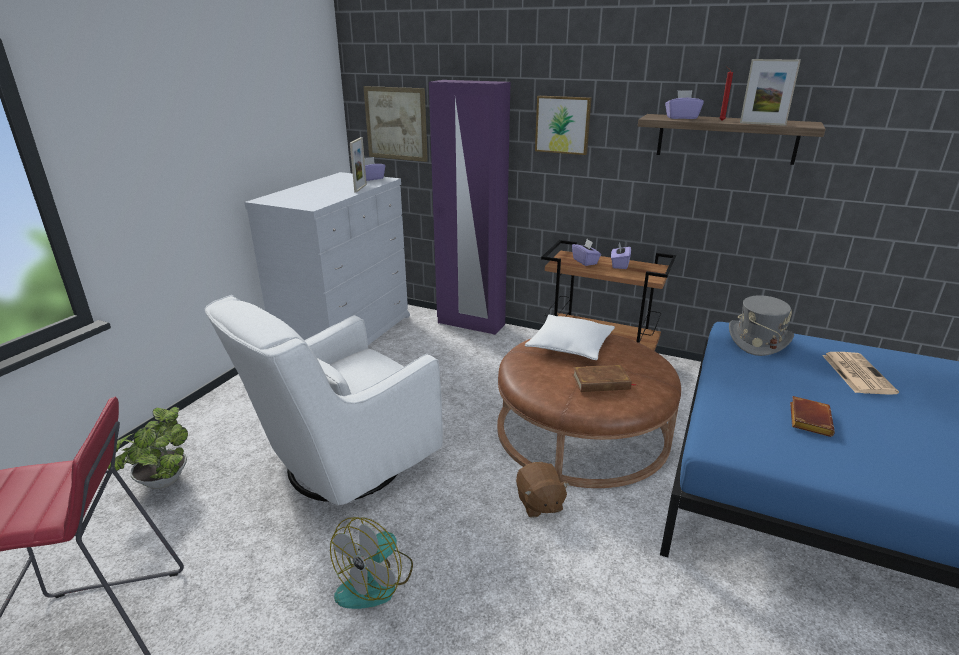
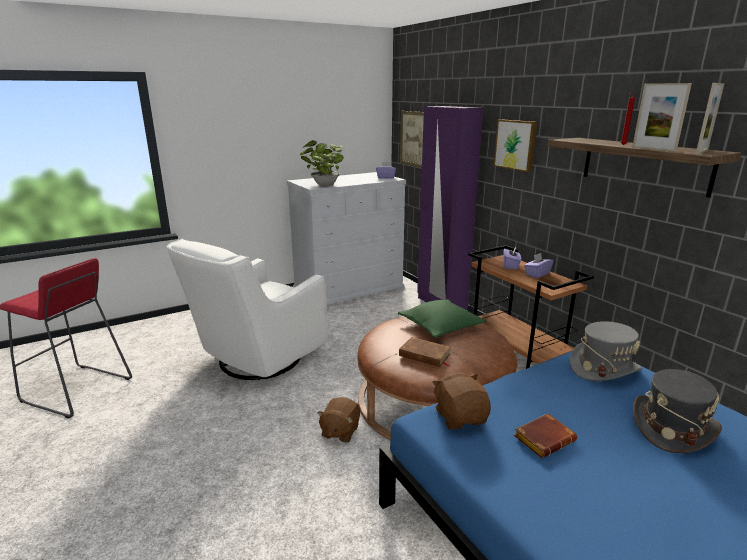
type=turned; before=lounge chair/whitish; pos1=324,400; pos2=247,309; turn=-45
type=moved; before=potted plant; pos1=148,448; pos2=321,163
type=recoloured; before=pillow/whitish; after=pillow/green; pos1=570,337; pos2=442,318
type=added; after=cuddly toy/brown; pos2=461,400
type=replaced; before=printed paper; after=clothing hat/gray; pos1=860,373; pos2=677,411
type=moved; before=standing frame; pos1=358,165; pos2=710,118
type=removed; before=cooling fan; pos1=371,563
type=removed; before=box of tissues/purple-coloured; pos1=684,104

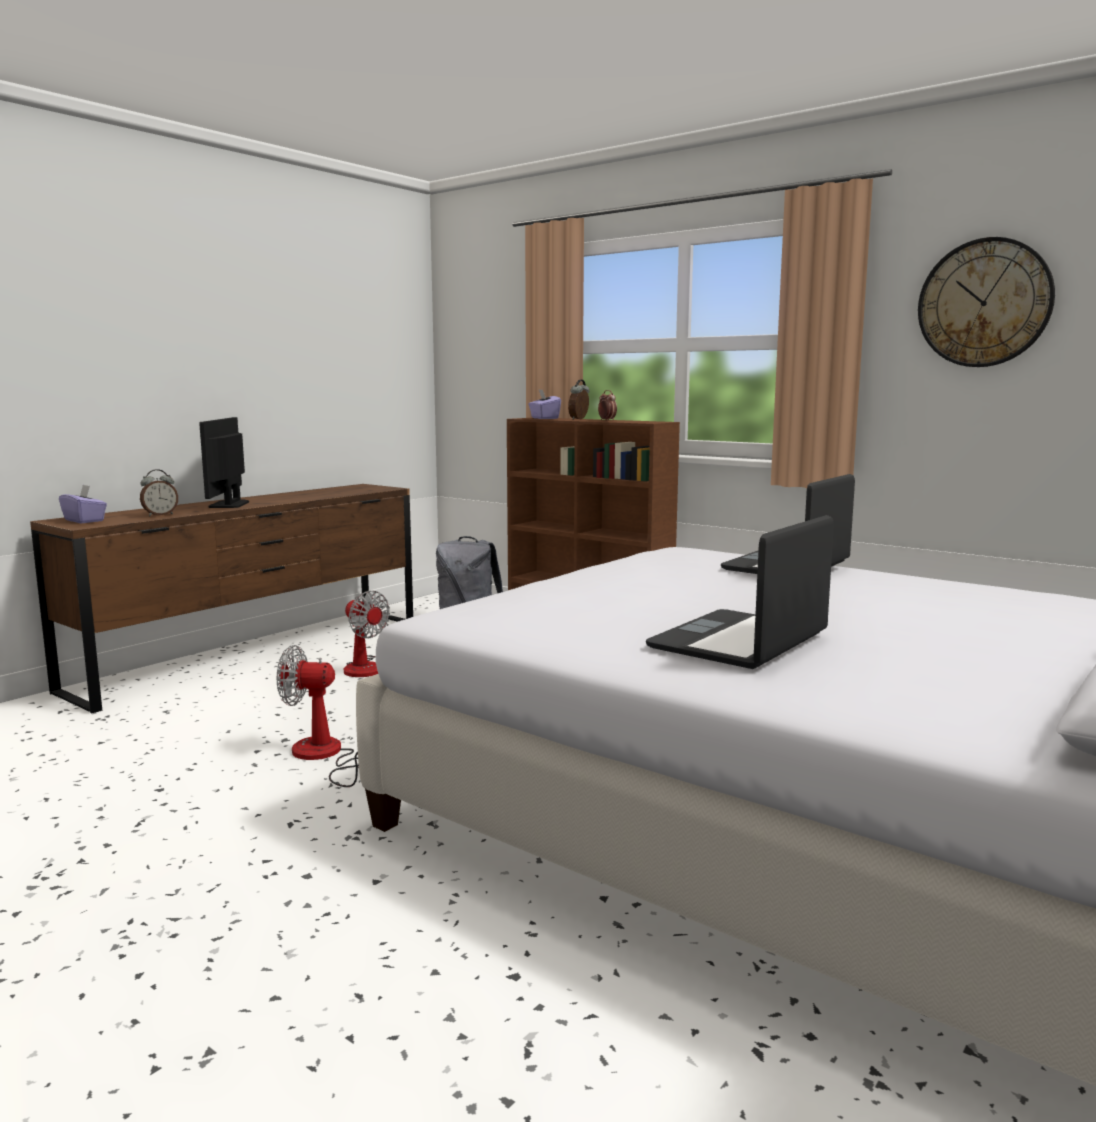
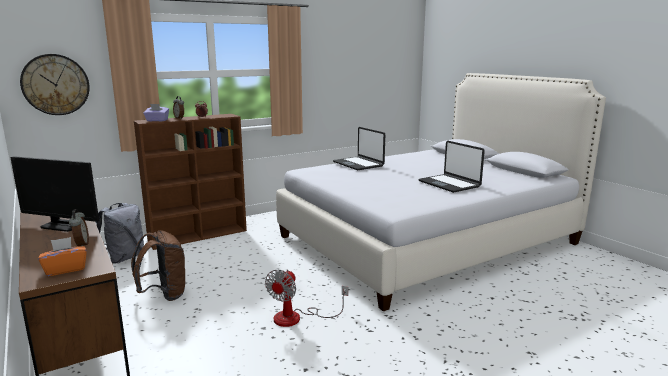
type=moved; before=wall clock; pos1=986,302; pos2=55,84
type=recoloured; before=box of tissues/purple-coloured; after=box of tissues/orange; pos1=83,504; pos2=62,256
type=replaced; before=cooling fan; after=knapsack/brown; pos1=367,634; pos2=159,265

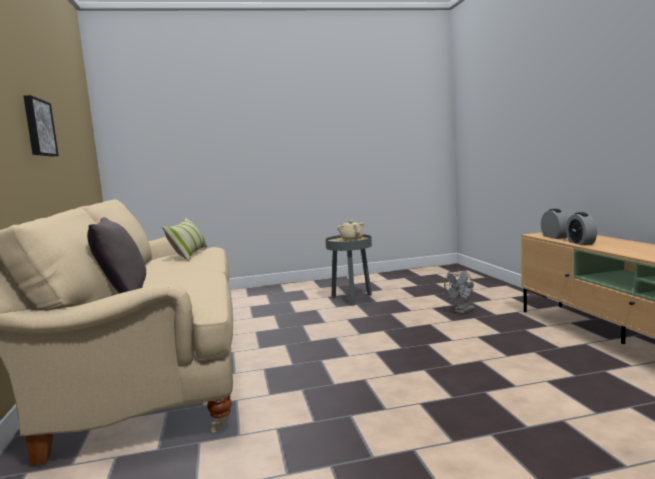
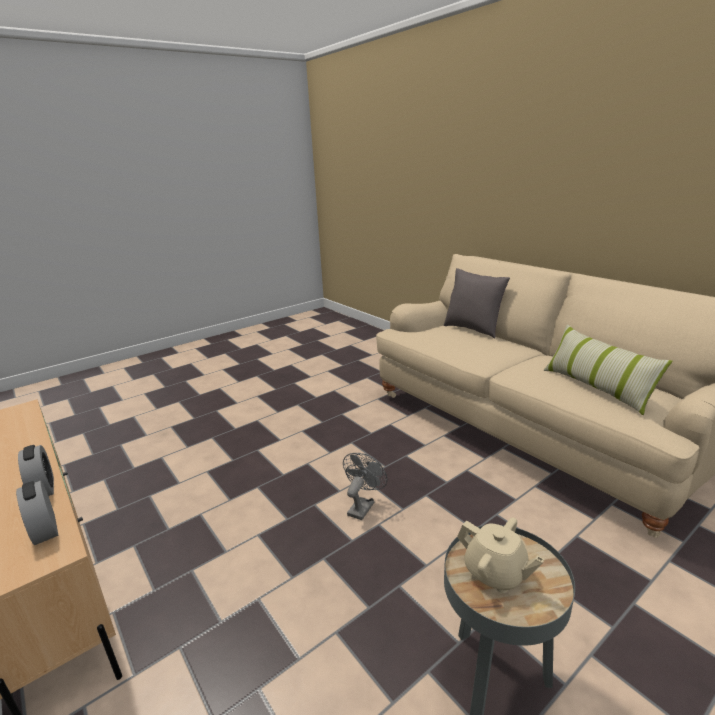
type=moved; before=cooling fan/gray; pos1=459,291; pos2=365,486
type=removed; before=wall art; pos1=41,126

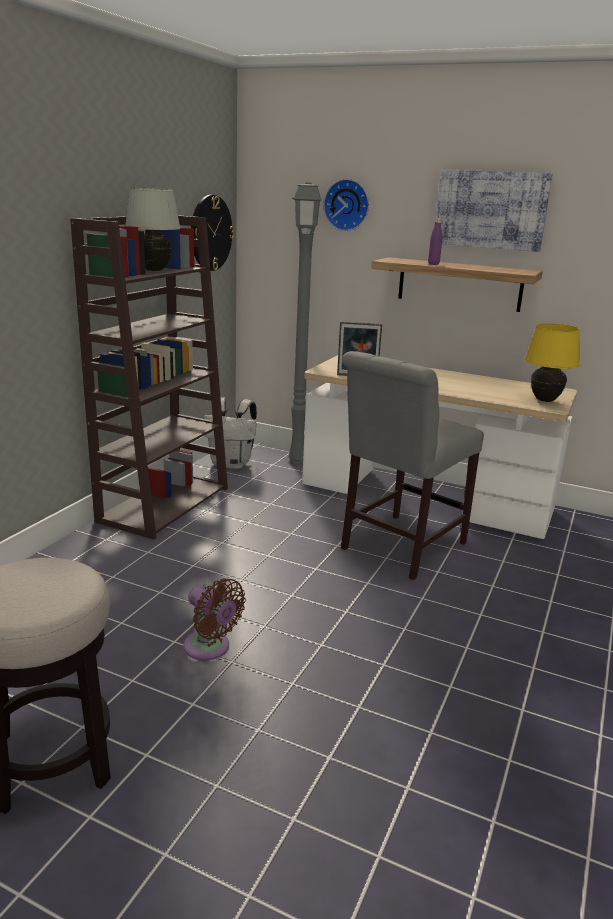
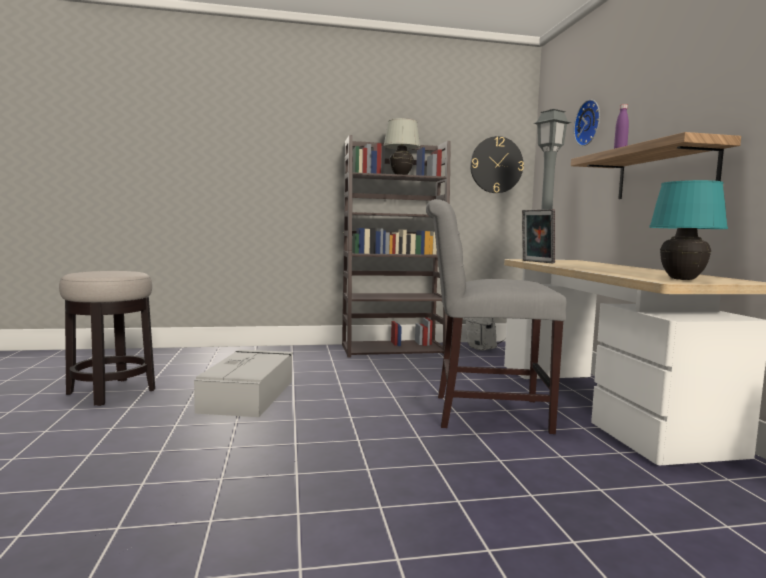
type=replaced; before=cooling fan/brown; after=storage container/gray; pos1=215,619; pos2=243,383
type=recoloured; before=tabletop lamp/yellow; after=tabletop lamp/turquoise; pos1=552,362; pos2=688,230
type=removed; before=wall art; pos1=494,210

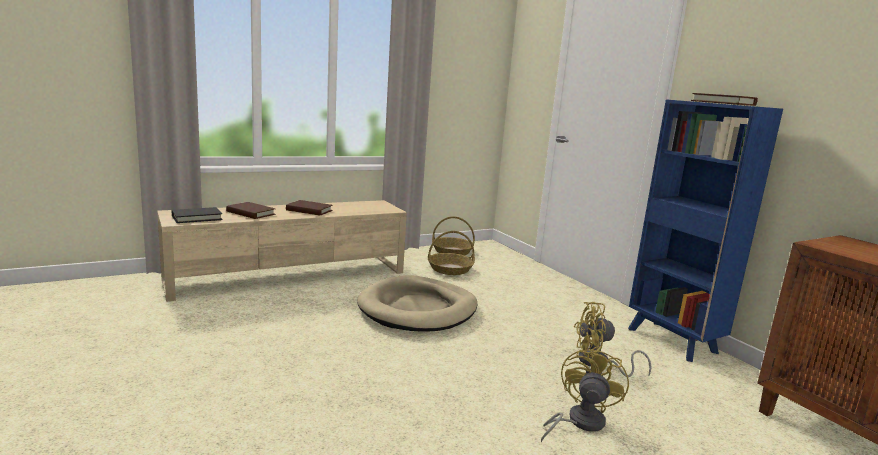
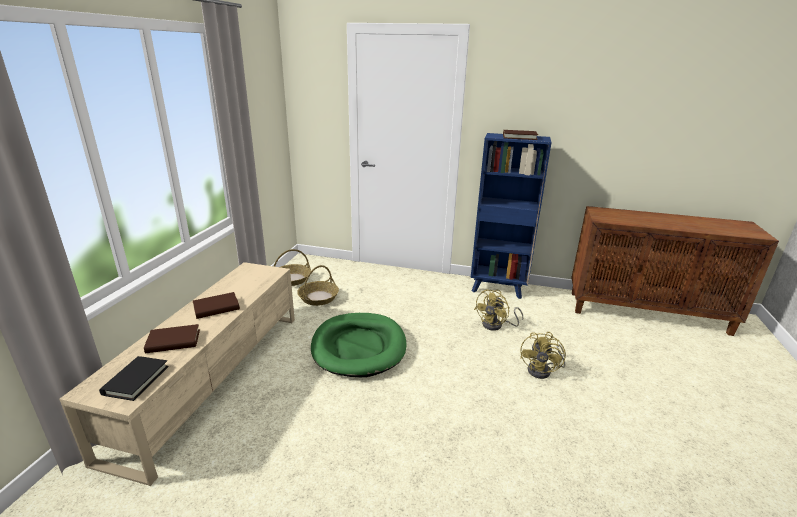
type=recoloured; before=dog cushion/sand-coloured; after=dog cushion/green; pos1=417,303; pos2=359,345
type=turned; before=cooling fan/yellow; pos1=585,394; pos2=543,355; turn=-135

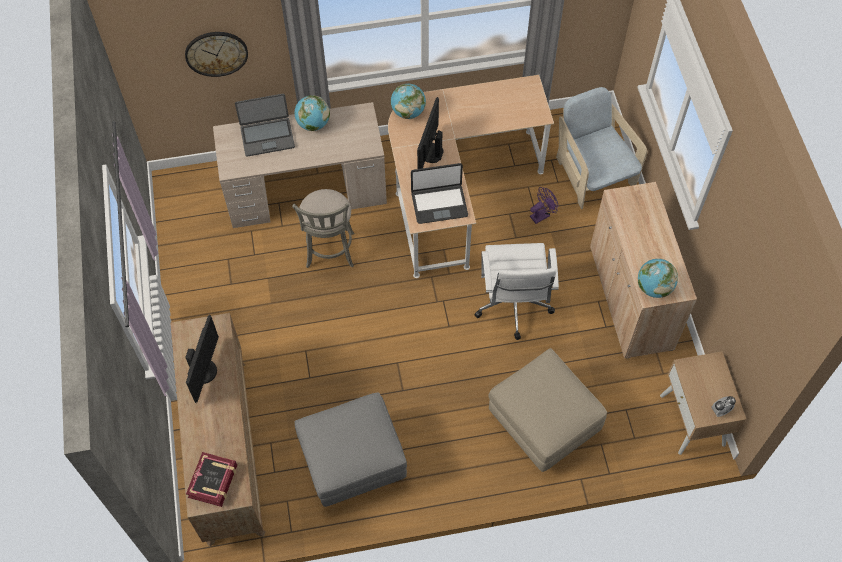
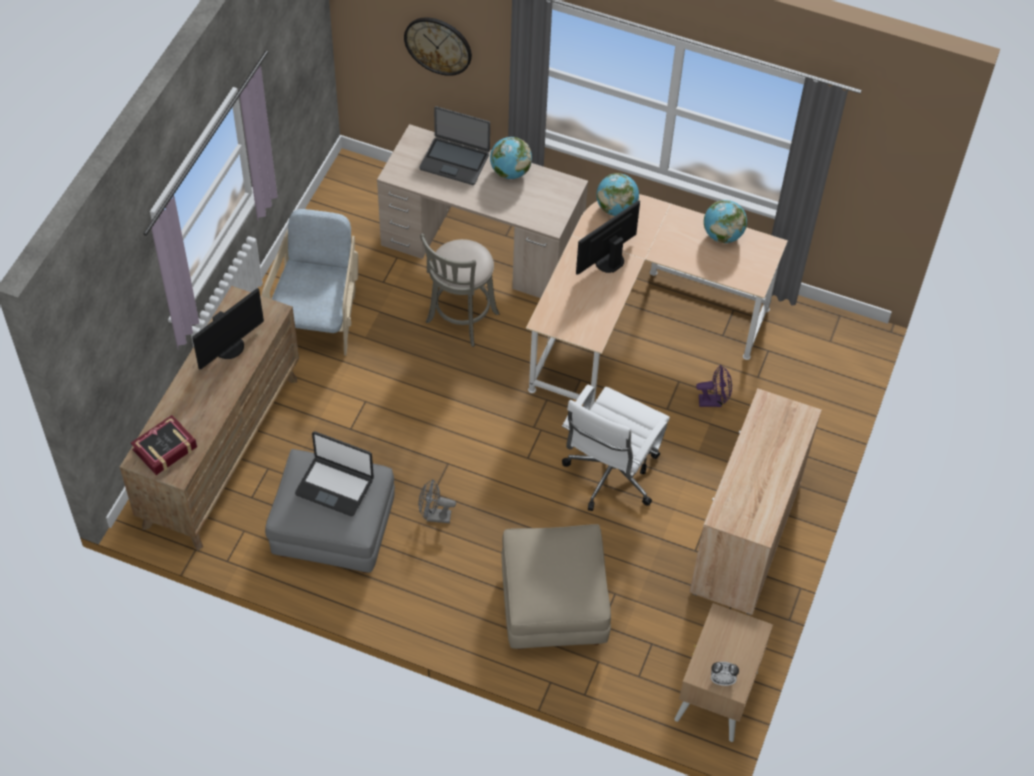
type=moved; before=lounge chair/sand-coloured; pos1=601,148; pos2=309,282
type=moved; before=portable computer; pos1=439,193; pos2=334,473
type=added; after=cooling fan/gray; pos2=437,501
type=moved; before=world globe; pos1=658,278; pos2=725,221

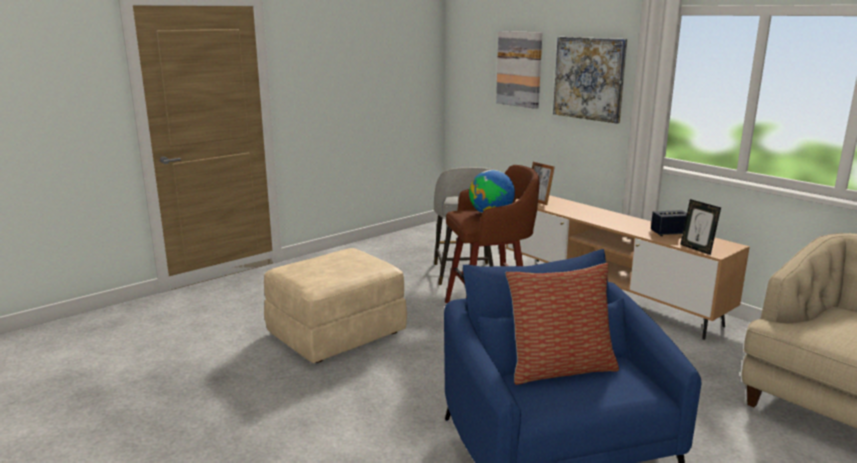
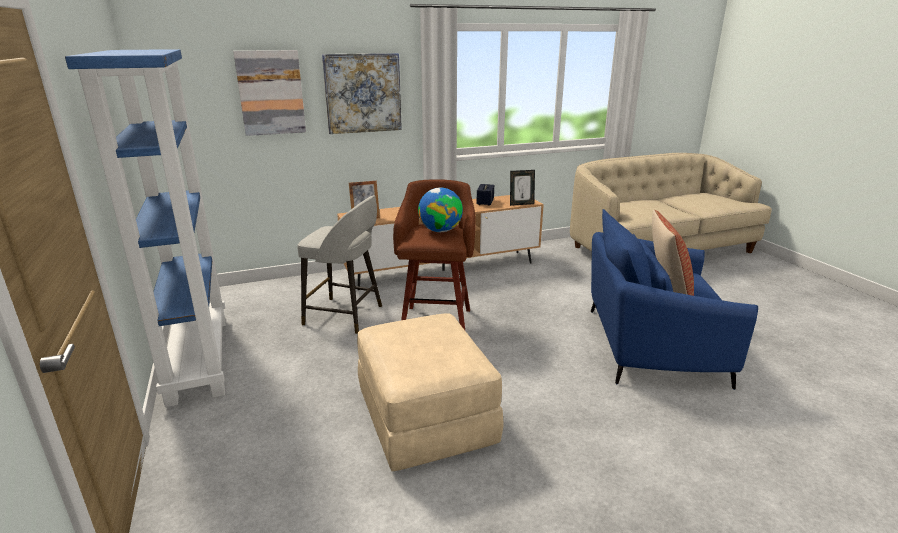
type=added; after=shelving unit/blue; pos2=145,228

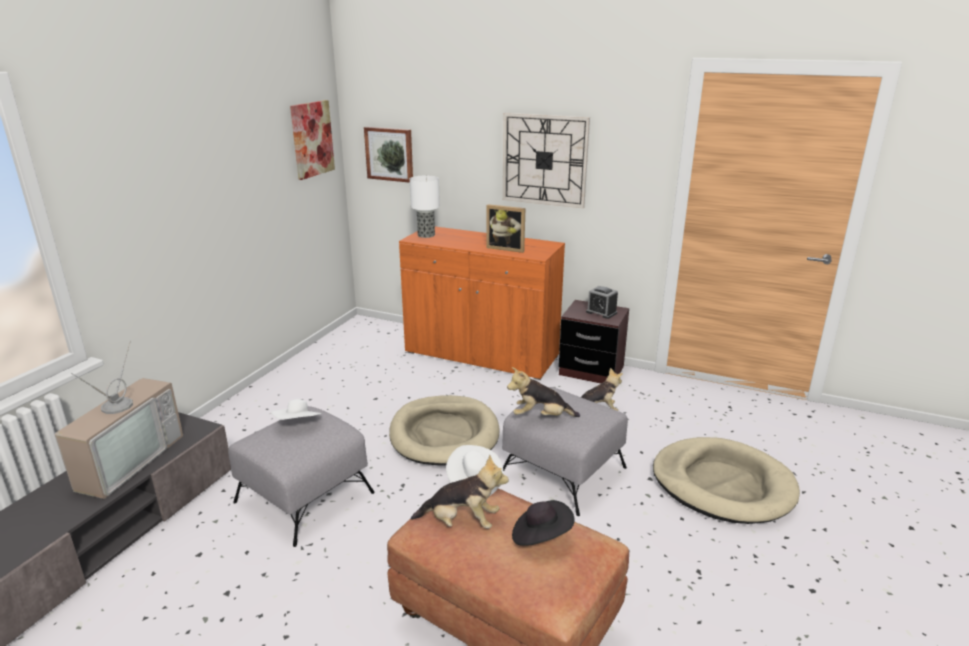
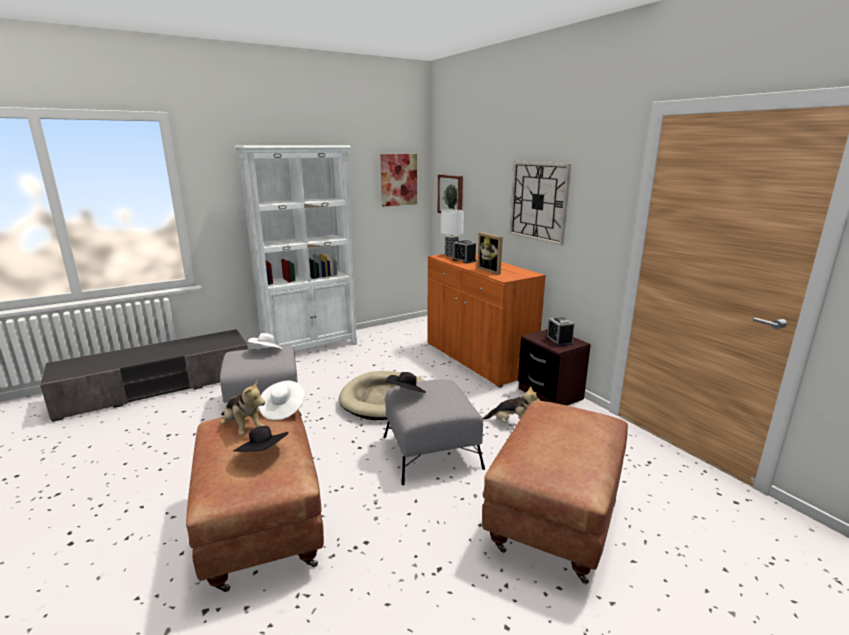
type=added; after=shelving unit/whitish; pos2=296,248
type=replaced; before=cuddly toy; after=clothing hat/black-coloured; pos1=543,392; pos2=406,382
type=added; after=bedside clock; pos2=464,252
type=replaced; before=dog cushion/sand-coloured; after=pouffe/brown; pos1=726,480; pos2=555,492
type=removed; before=TV; pos1=119,419

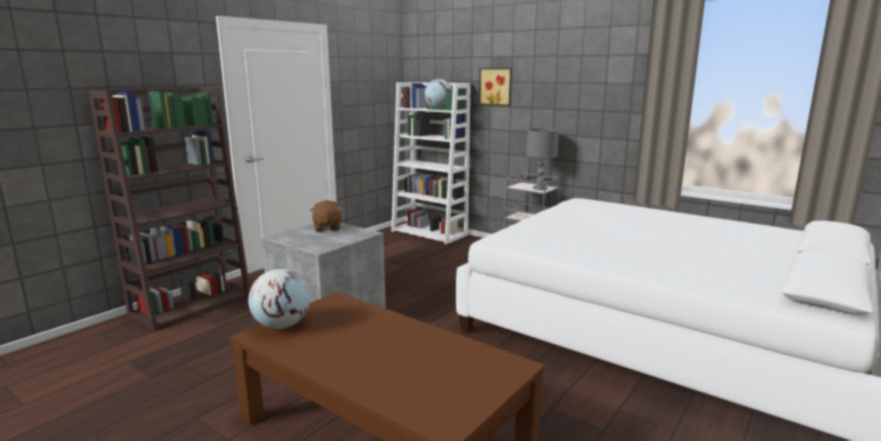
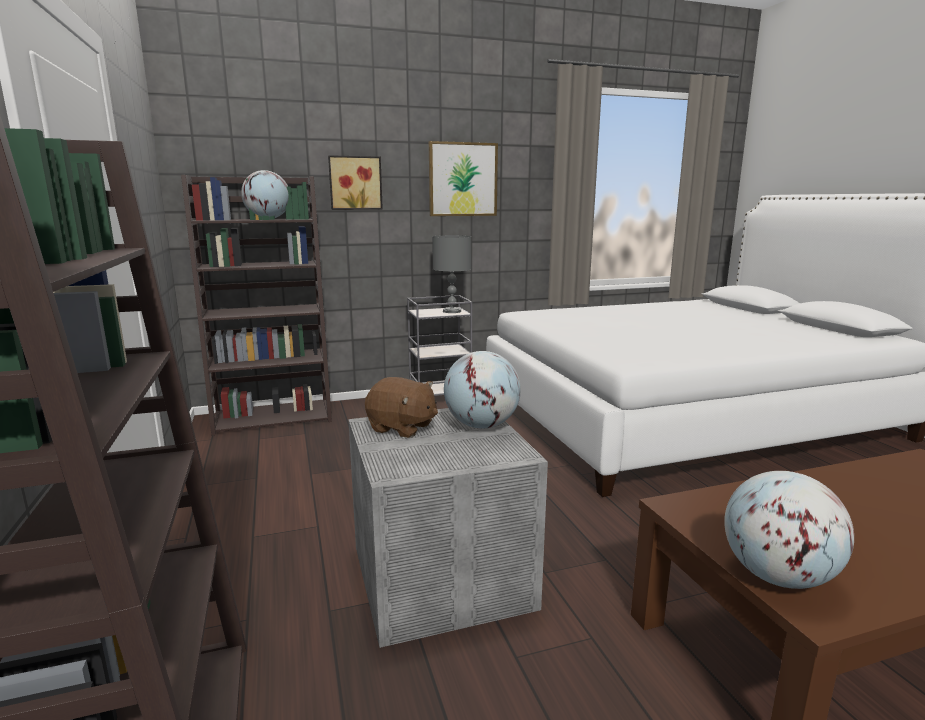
type=recoloured; before=shelving unit/whitish; after=shelving unit/brown; pos1=431,163; pos2=256,305
type=added; after=wall art; pos2=463,178
type=added; after=world globe; pos2=482,389

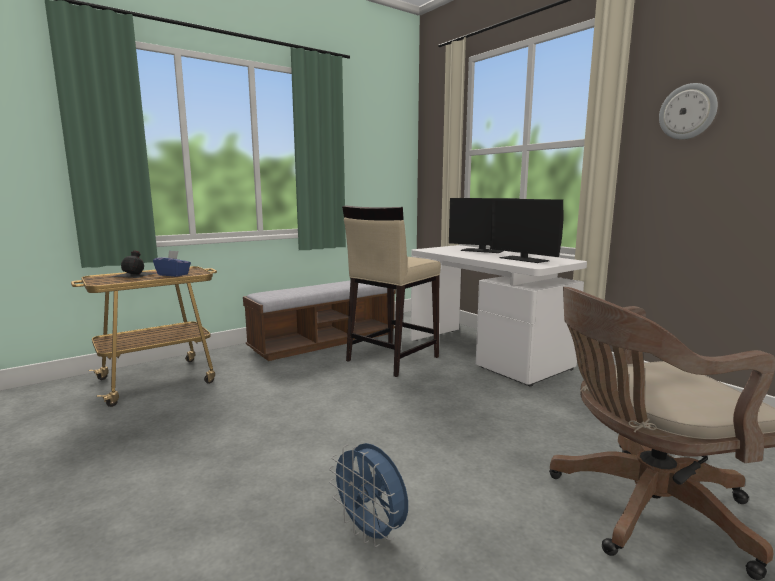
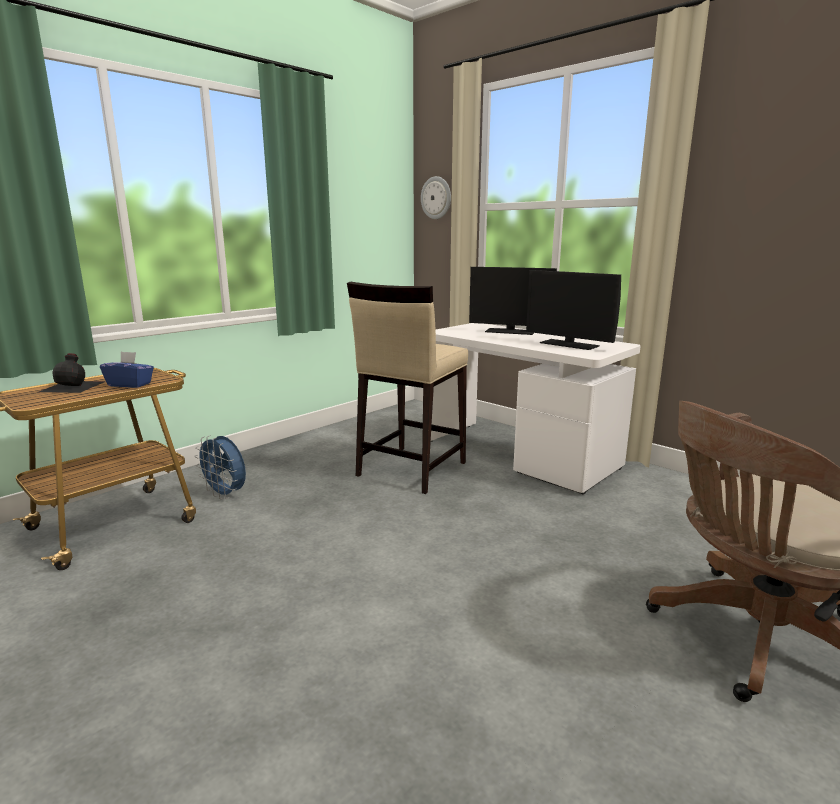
type=moved; before=cooling fan/blue; pos1=368,495; pos2=220,467
type=moved; before=wall clock; pos1=688,111; pos2=436,197
type=removed; before=bench; pos1=319,321

